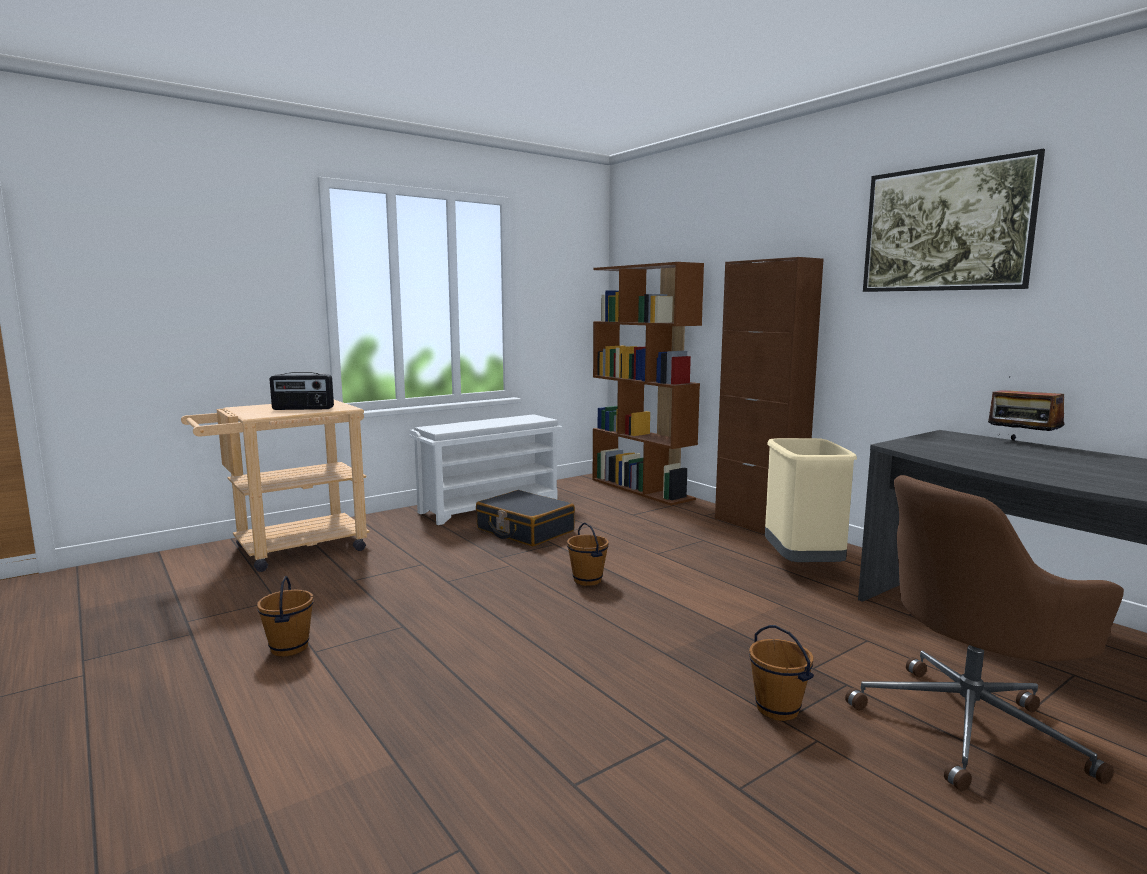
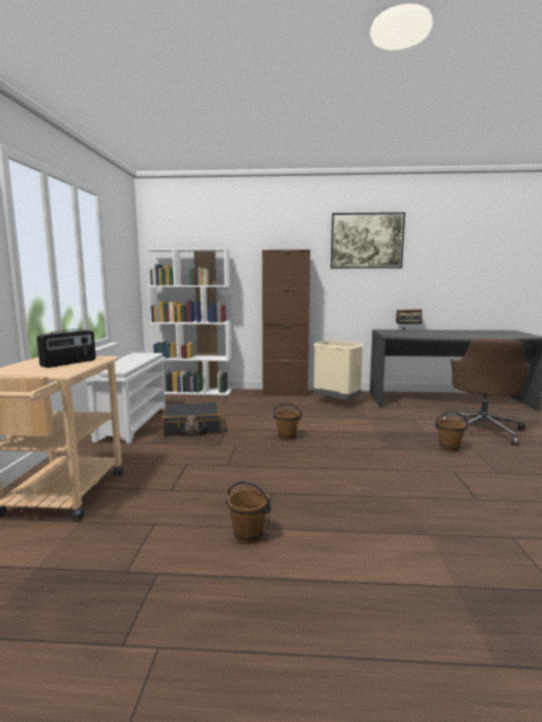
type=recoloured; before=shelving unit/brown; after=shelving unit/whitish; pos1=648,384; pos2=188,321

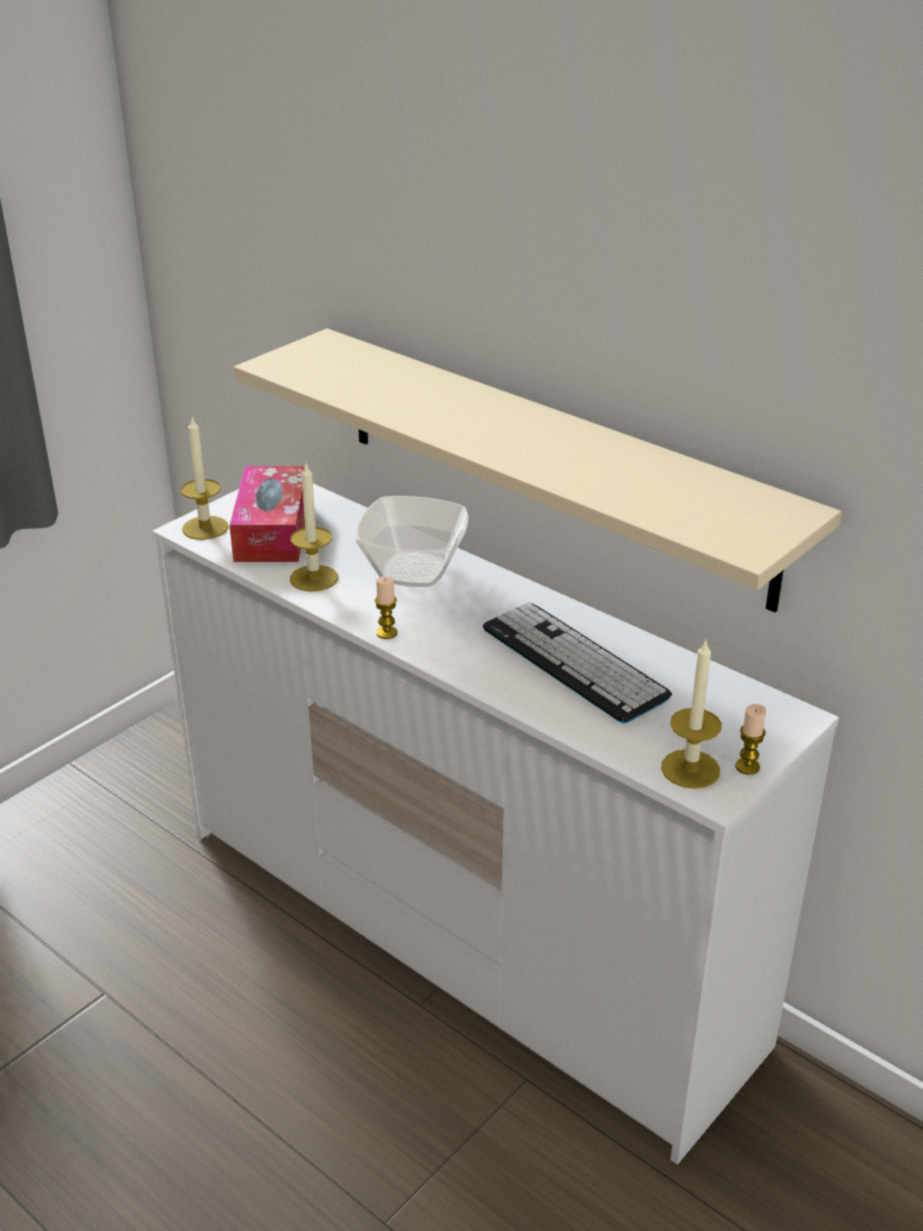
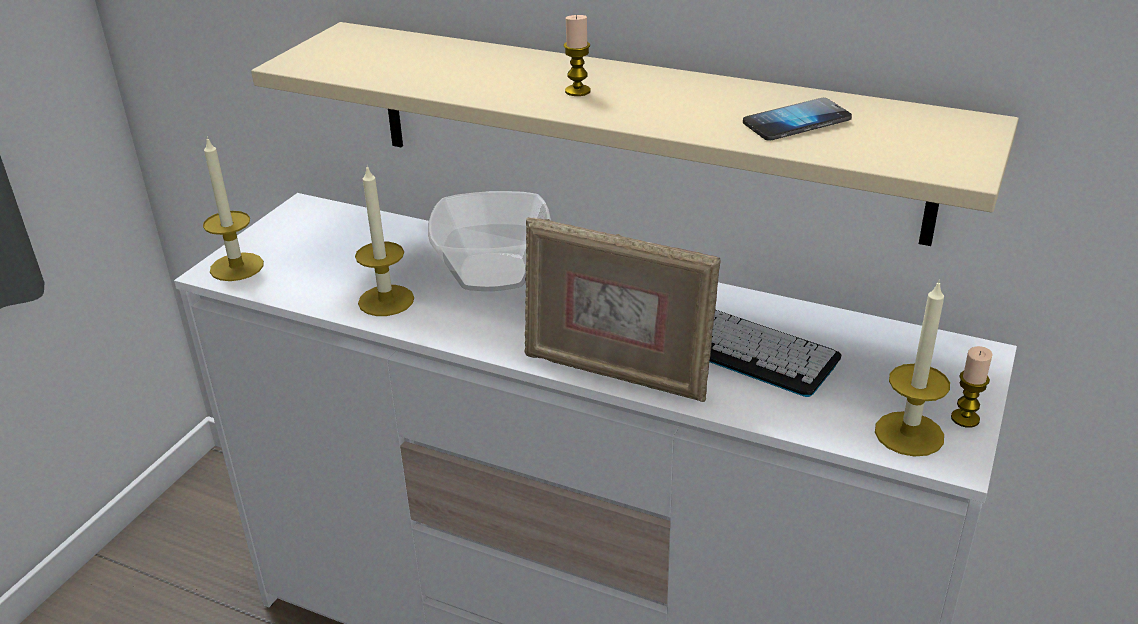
type=added; after=standing frame; pos2=622,309
type=moved; before=candle; pos1=386,607; pos2=577,55
type=added; after=telephone; pos2=797,119
type=removed; before=box of tissues; pos1=267,514

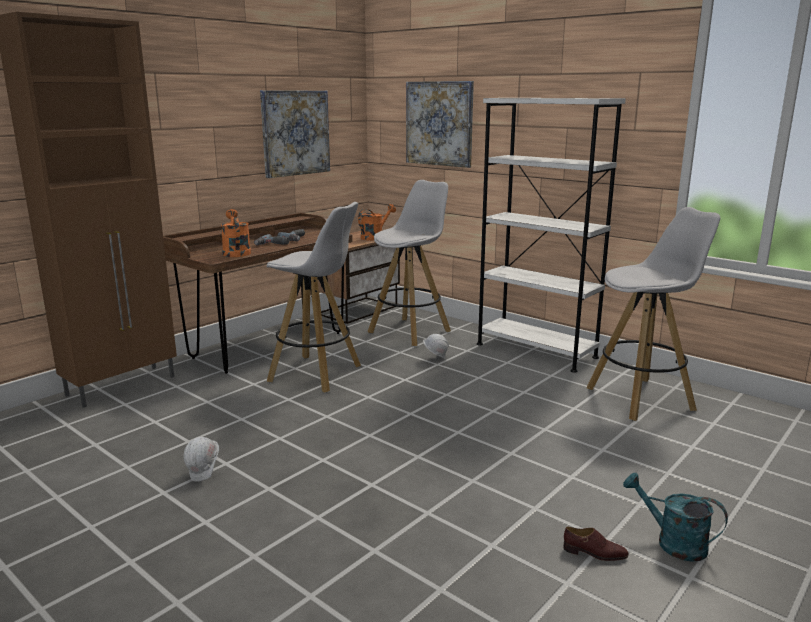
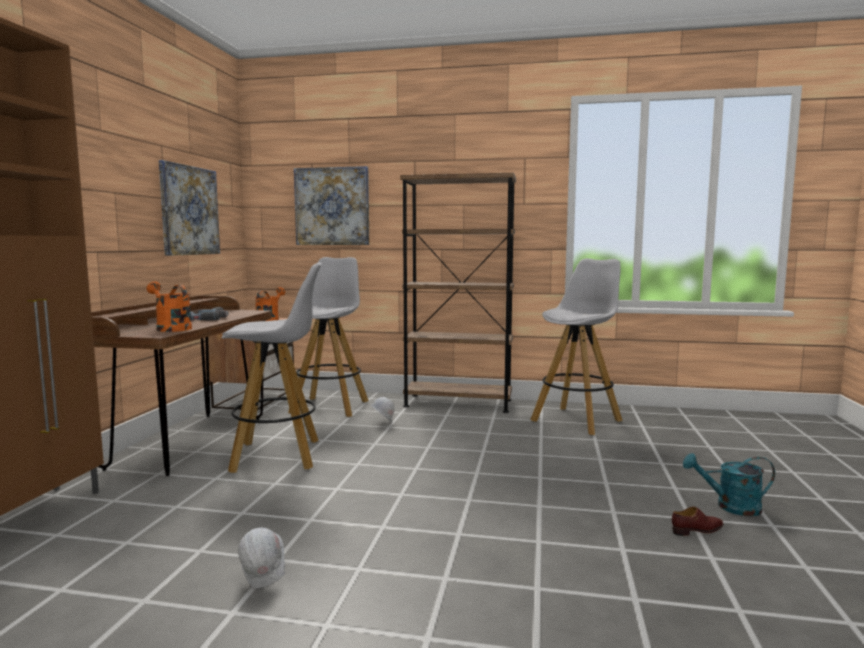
type=recoloured; before=shelving unit/whitish; after=shelving unit/brown; pos1=551,235; pos2=458,293

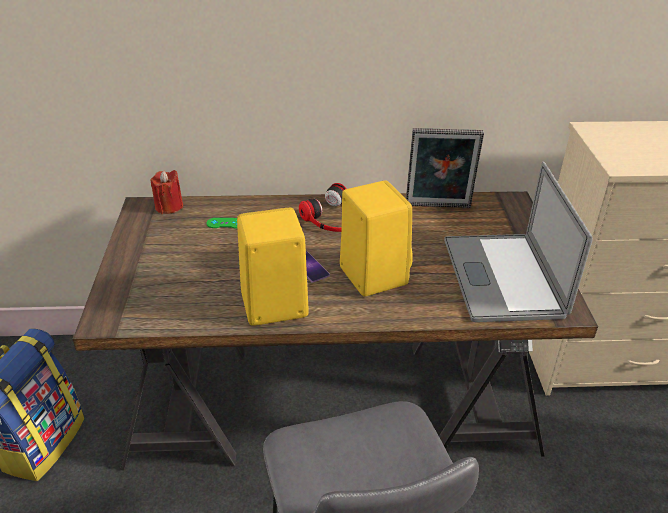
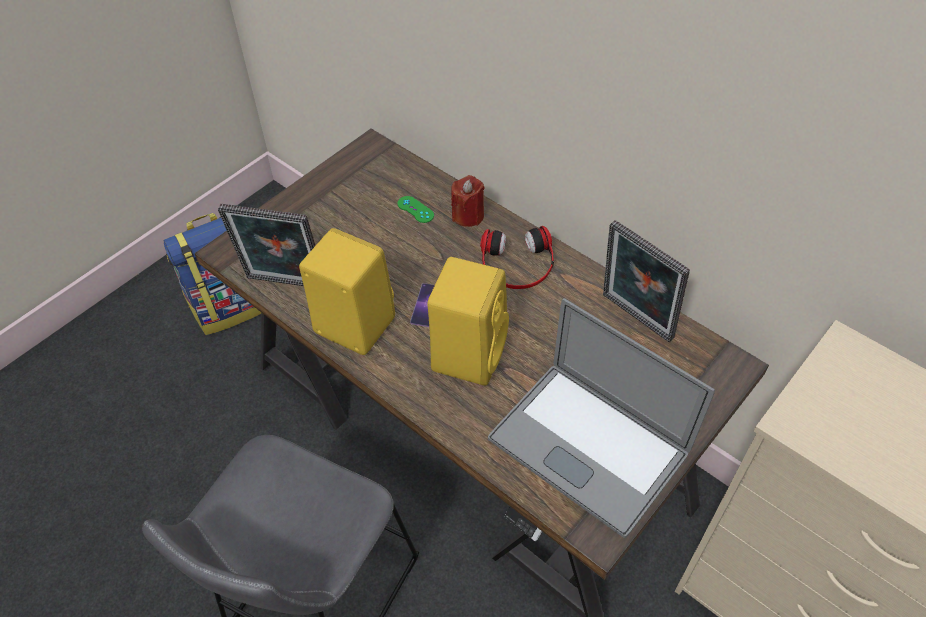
type=added; after=standing frame; pos2=267,245
type=moved; before=candle/reddish; pos1=167,192; pos2=467,201
type=turned; before=portable computer; pos1=518,242; pos2=601,418; turn=-90

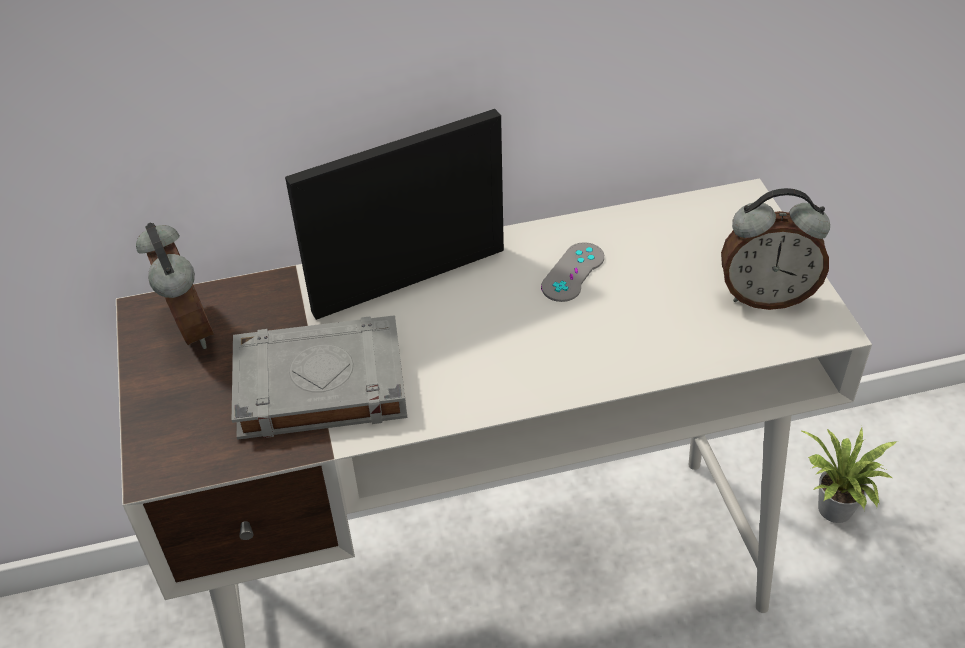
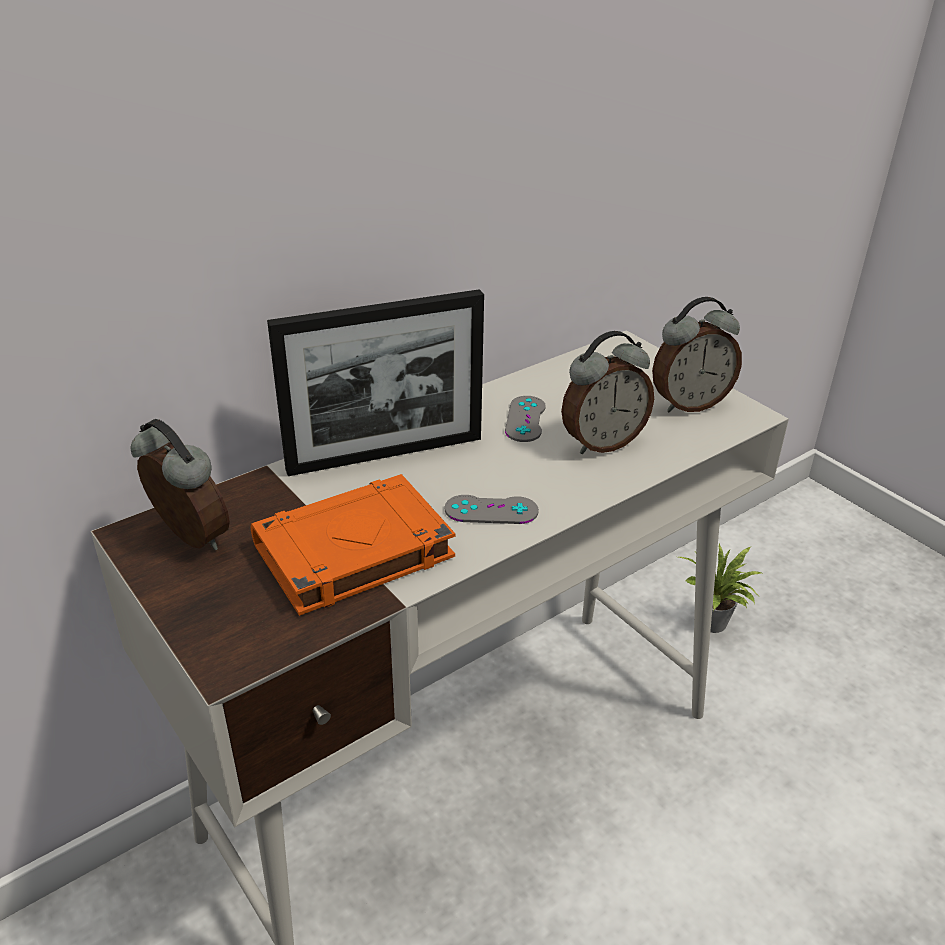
type=recoloured; before=book/gray; after=book/orange; pos1=320,377; pos2=353,545
type=turned; before=standing frame; pos1=394,214; pos2=375,382; turn=-150
type=added; after=joypad/gray; pos2=492,509
type=added; after=bedside clock; pos2=607,392

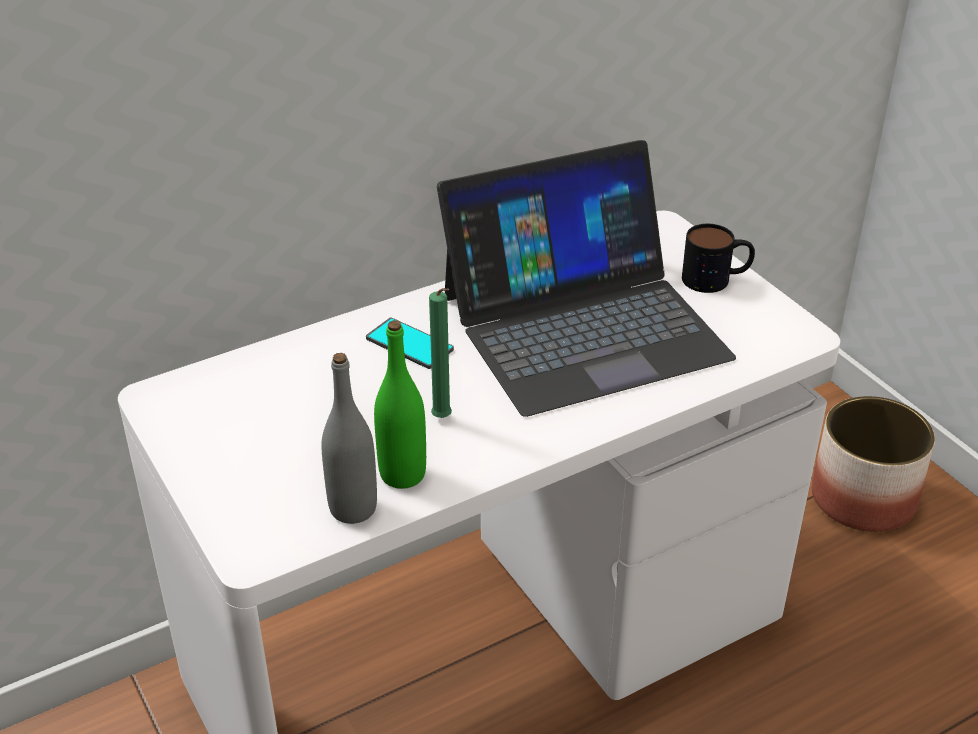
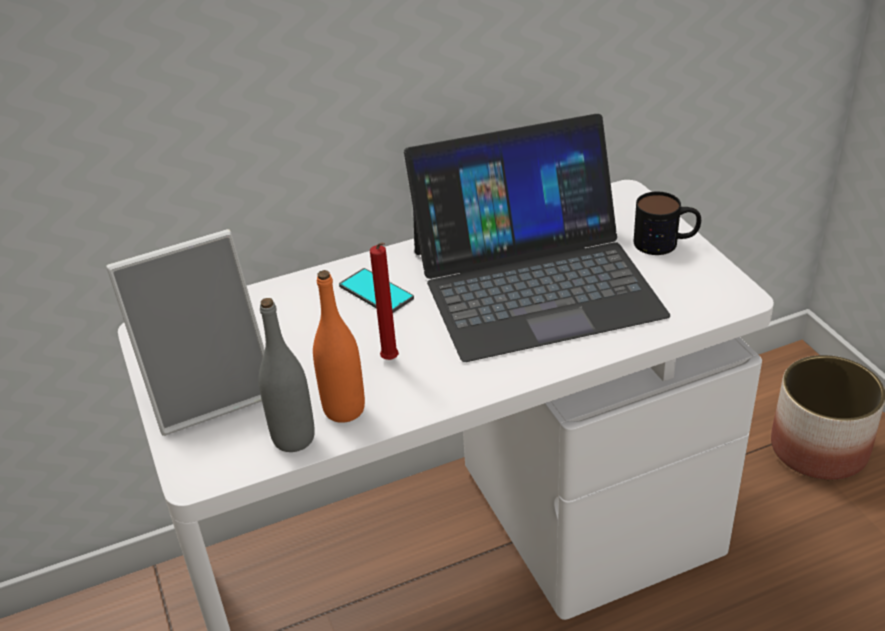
type=added; after=standing frame; pos2=185,332
type=recoloured; before=drink bottle/green; after=drink bottle/orange; pos1=400,404; pos2=339,346
type=recoloured; before=candle/green; after=candle/reddish; pos1=440,353; pos2=384,301

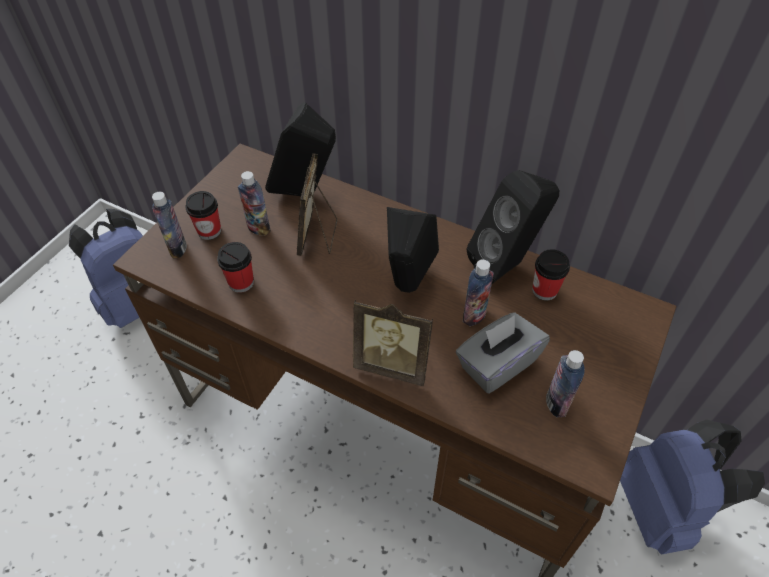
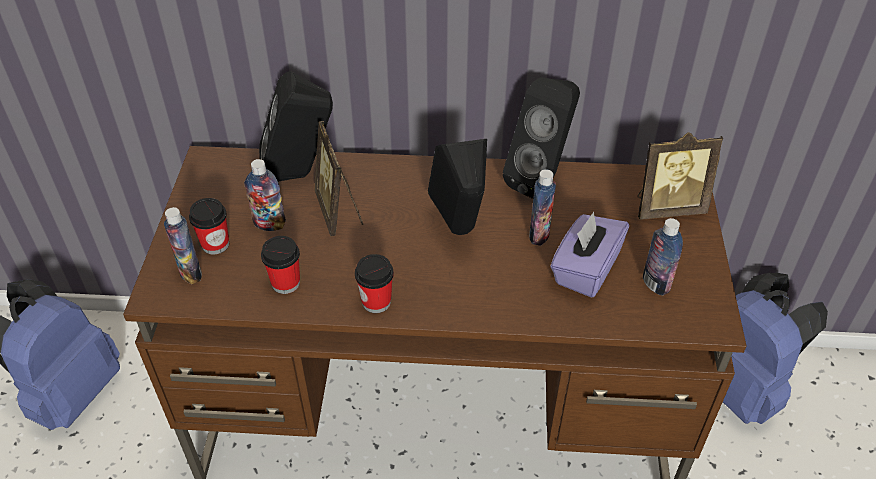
type=moved; before=small cup; pos1=551,275; pos2=374,283
type=recoloured; before=box of tissues/gray; after=box of tissues/purple-coloured; pos1=503,353; pos2=589,255
type=moved; before=standing frame; pos1=393,342; pos2=680,176

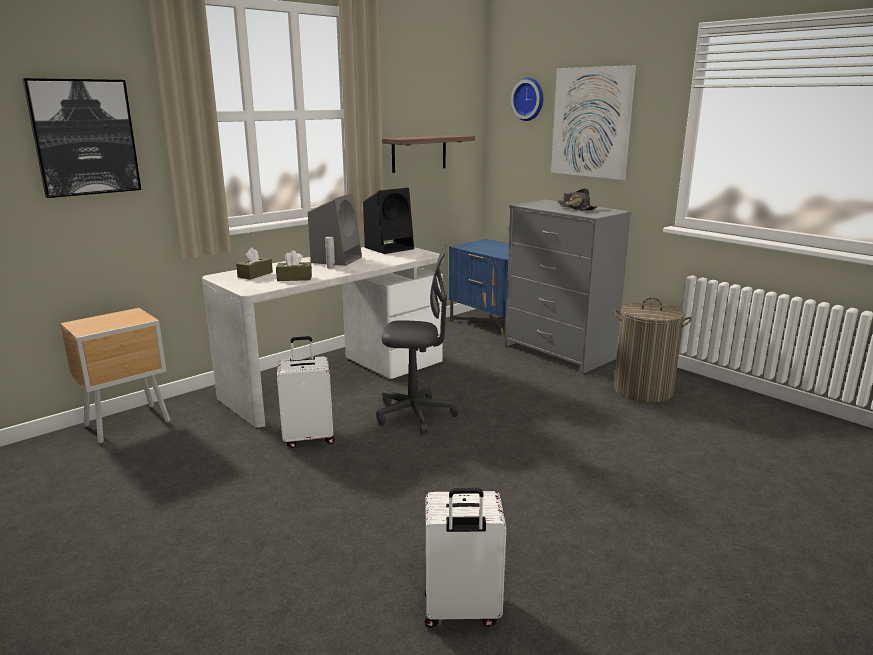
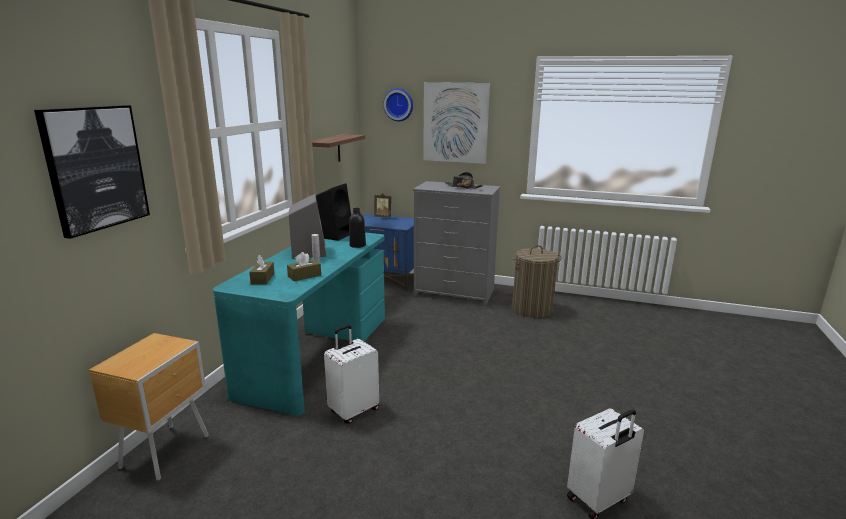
type=recoloured; before=desk unit/whitish; after=desk unit/turquoise; pos1=322,334; pos2=299,324
type=added; after=drink bottle/black-coloured; pos2=357,228
type=added; after=standing frame; pos2=382,205
type=removed; before=desk chair/gray; pos1=418,339

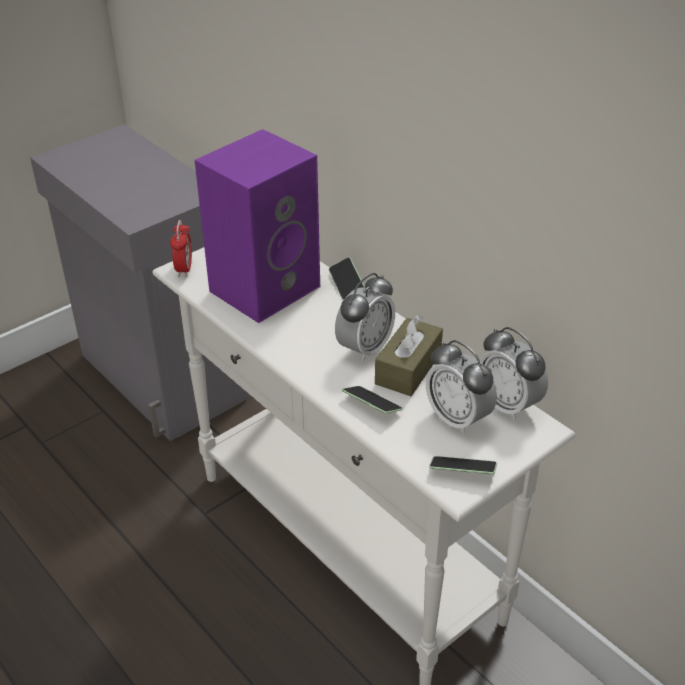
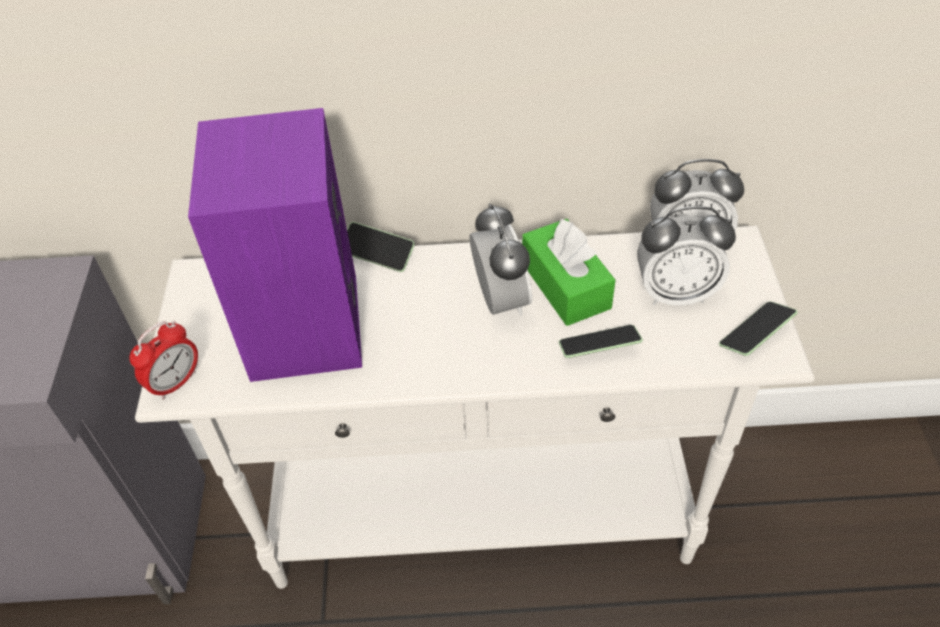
type=turned; before=bedside clock; pos1=181,248; pos2=163,360; turn=90
type=recoloured; before=box of tissues/brown; after=box of tissues/green; pos1=409,355; pos2=569,272

